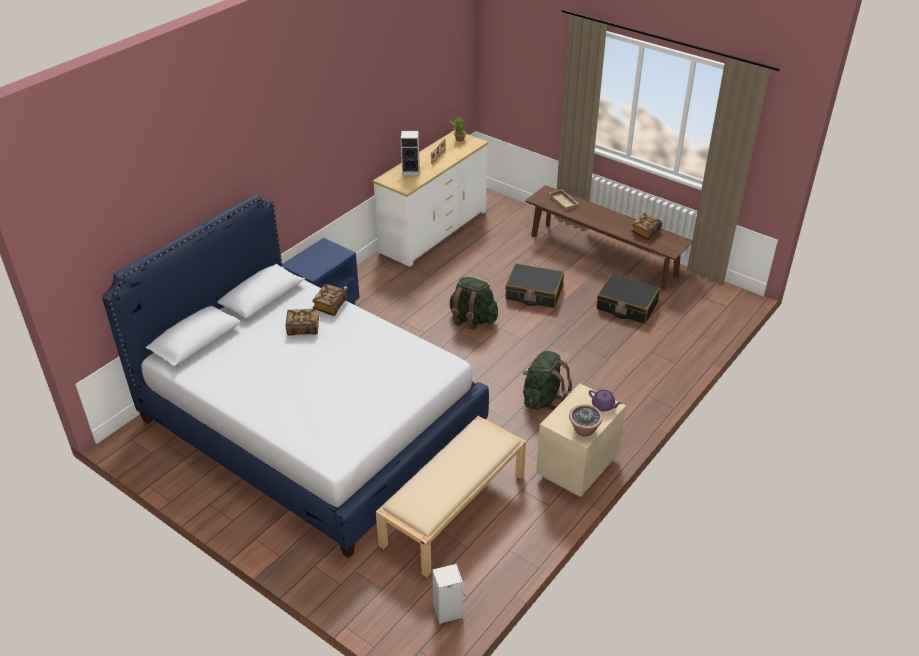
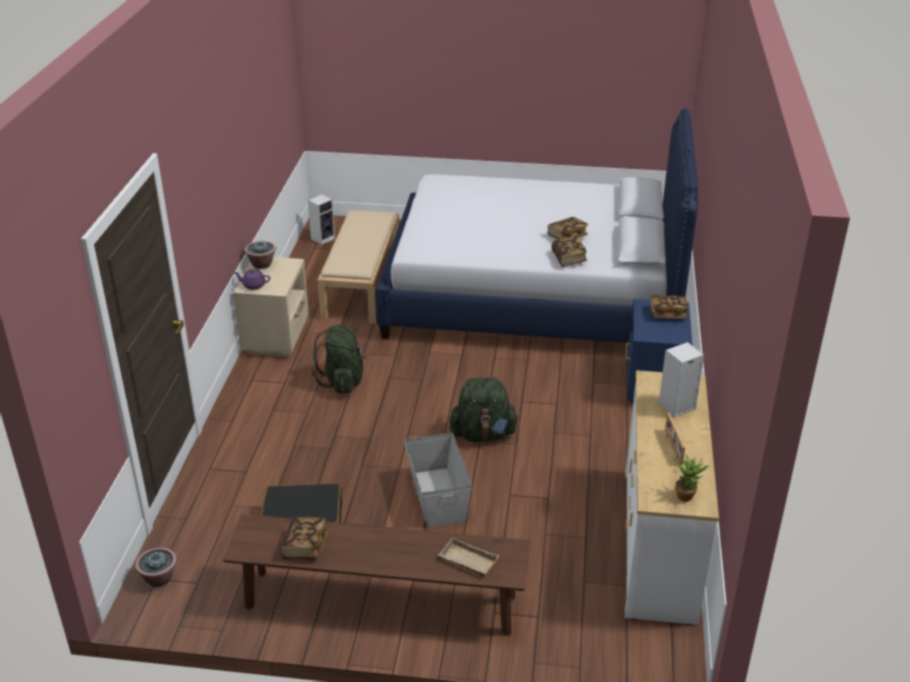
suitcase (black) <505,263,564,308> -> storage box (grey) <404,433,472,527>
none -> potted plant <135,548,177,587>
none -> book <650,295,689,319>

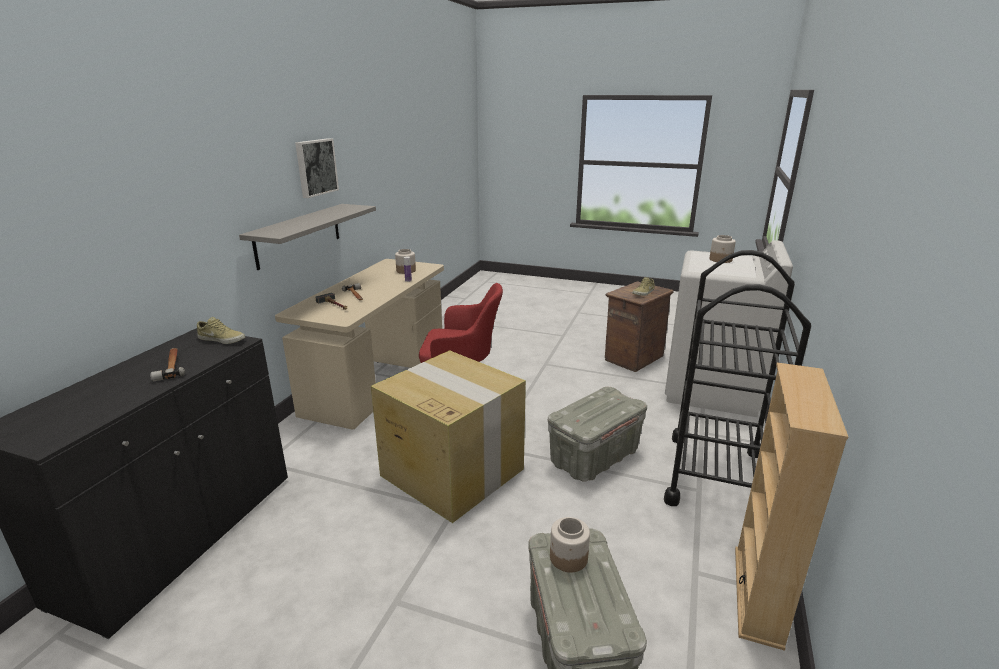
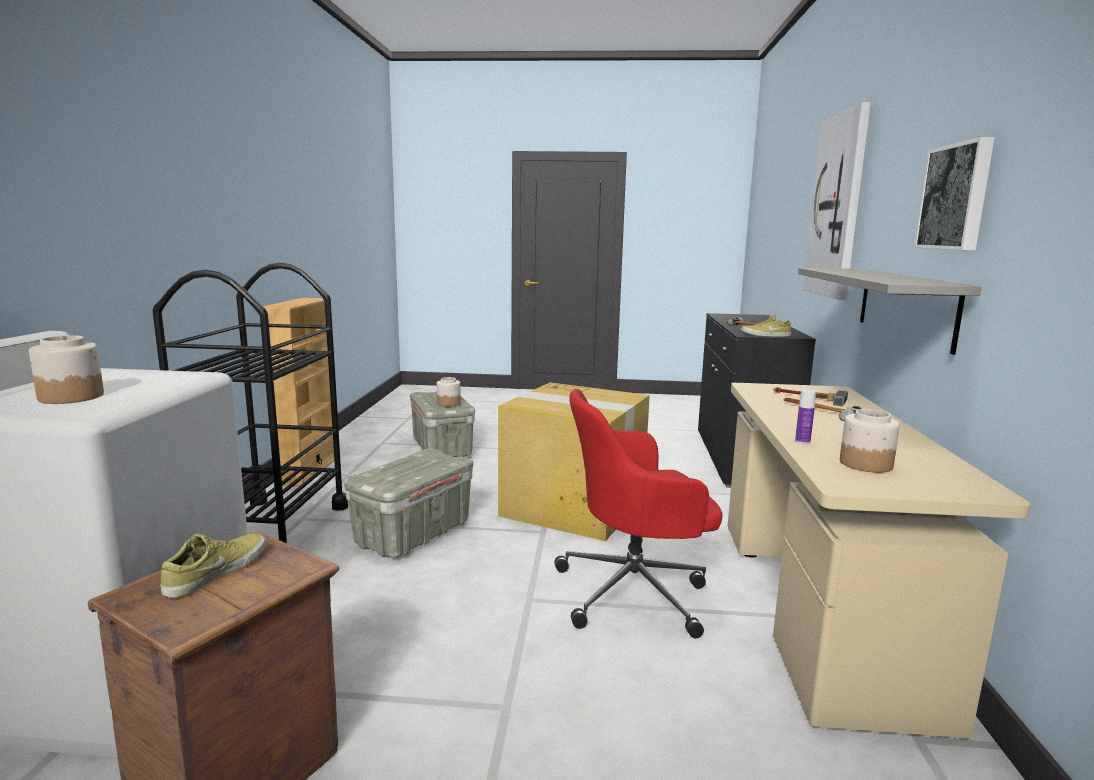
none -> picture <803,102,871,300>

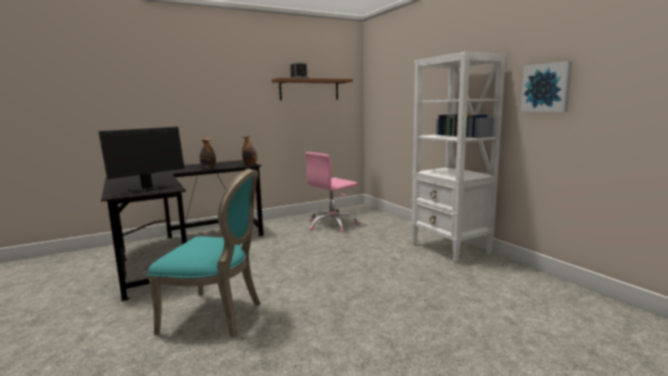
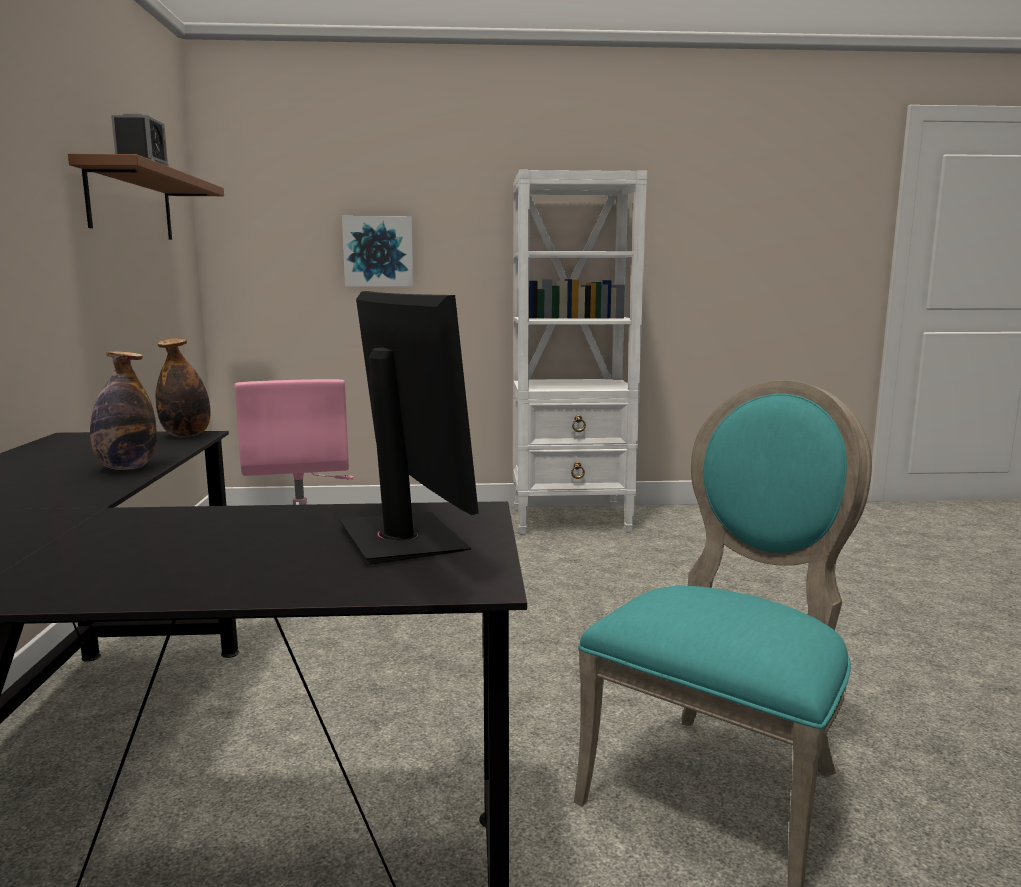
picture <520,61,573,112> -> picture <342,216,414,287>, move

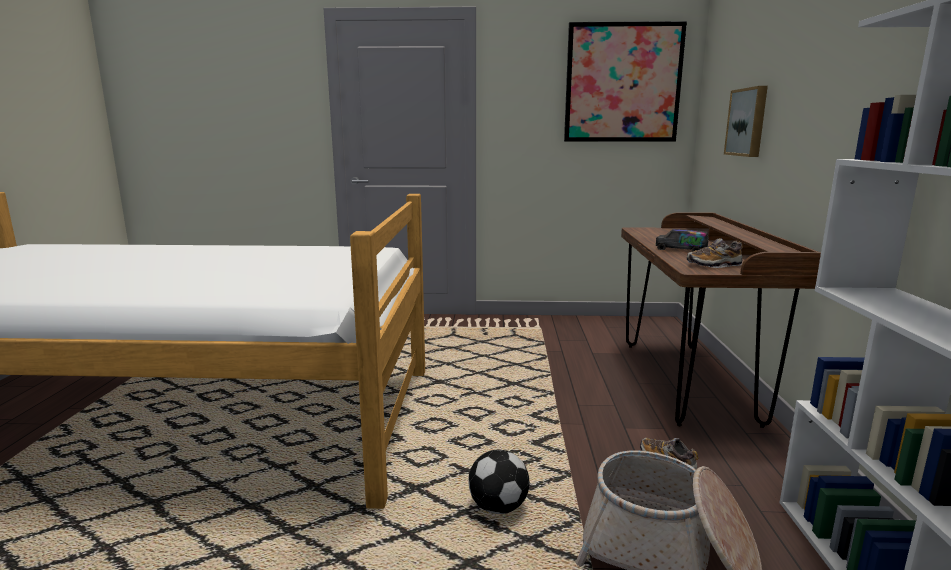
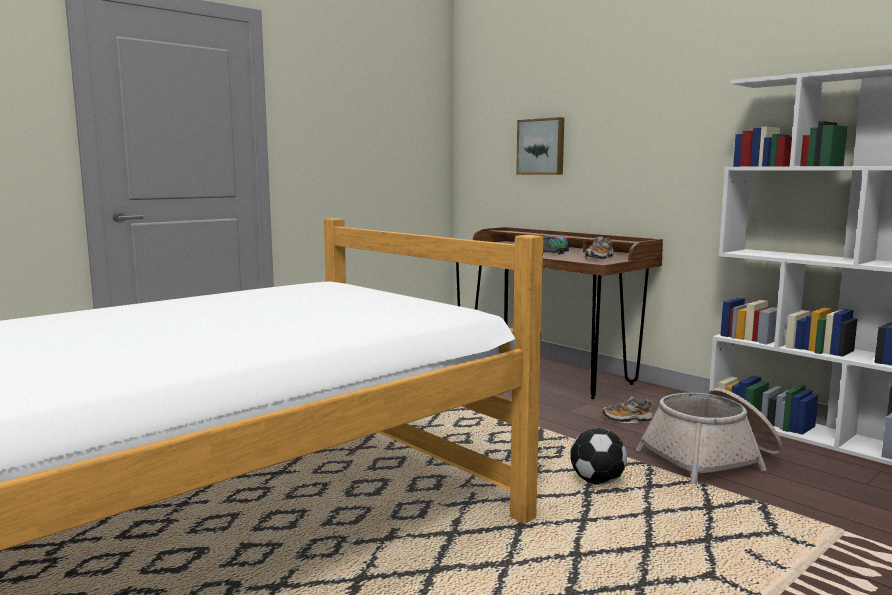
picture <564,21,687,142> -> none

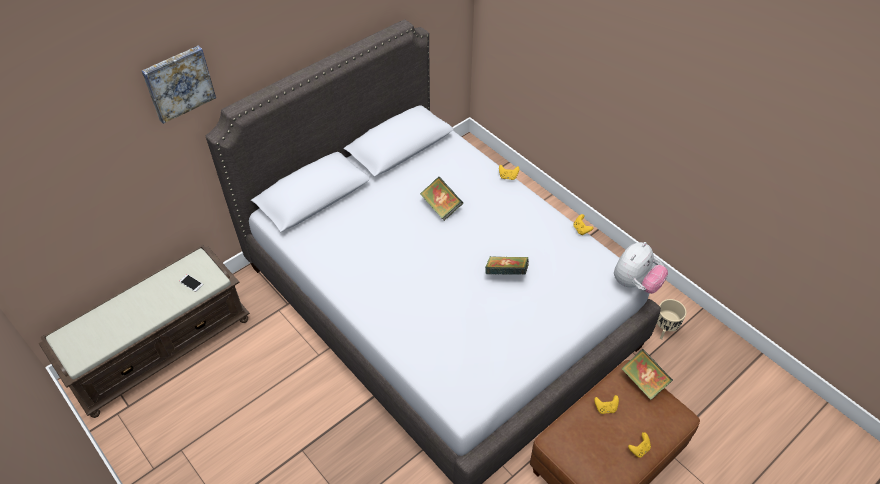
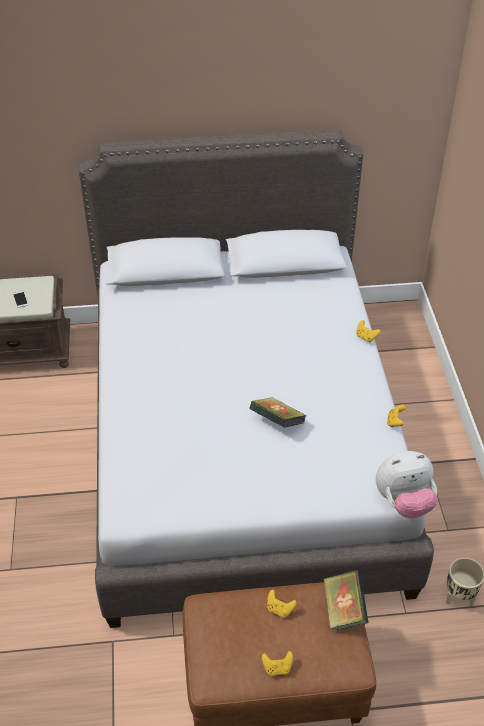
picture <142,45,216,124> -> none
book <420,177,463,221> -> none

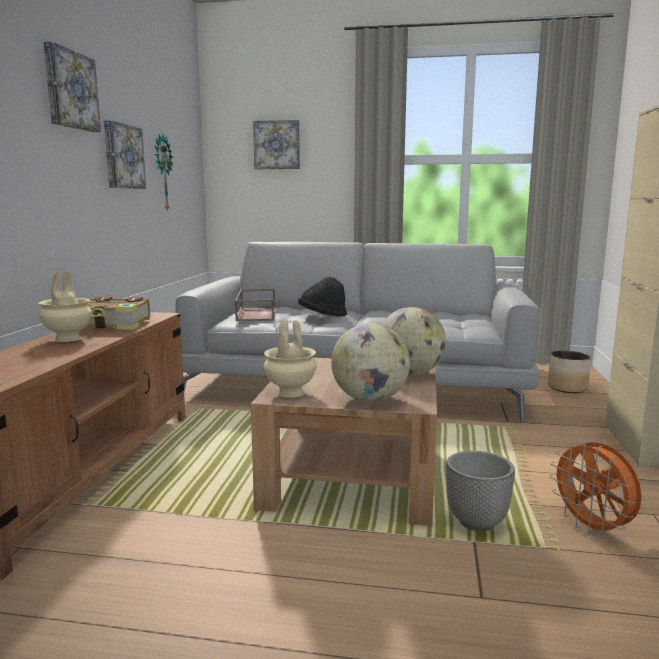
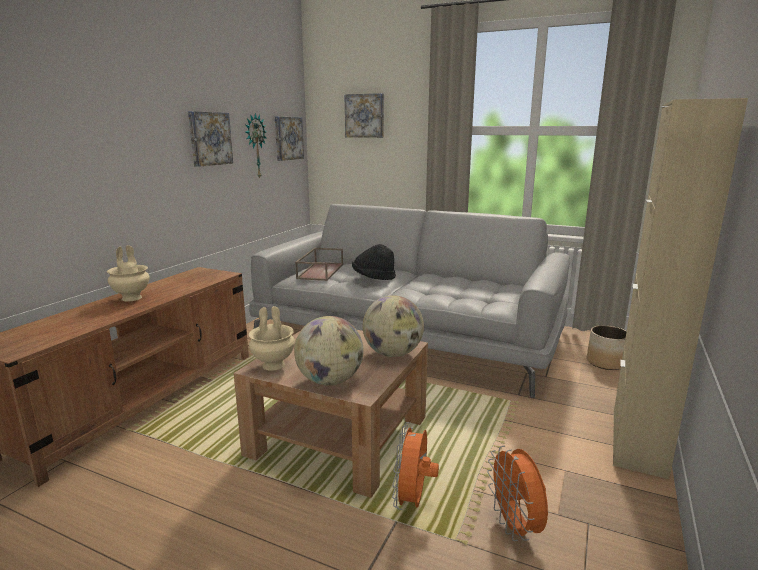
picture <44,41,101,132> -> picture <275,117,304,161>, move
book <83,297,150,330> -> none
planter <446,451,515,531> -> fan (orange) <392,422,439,510>

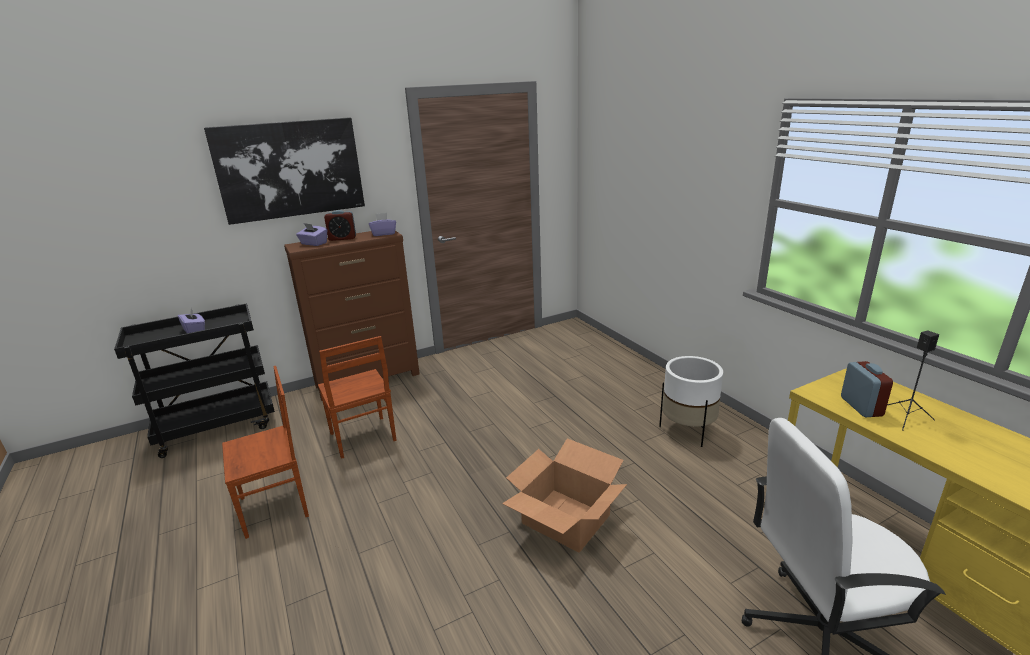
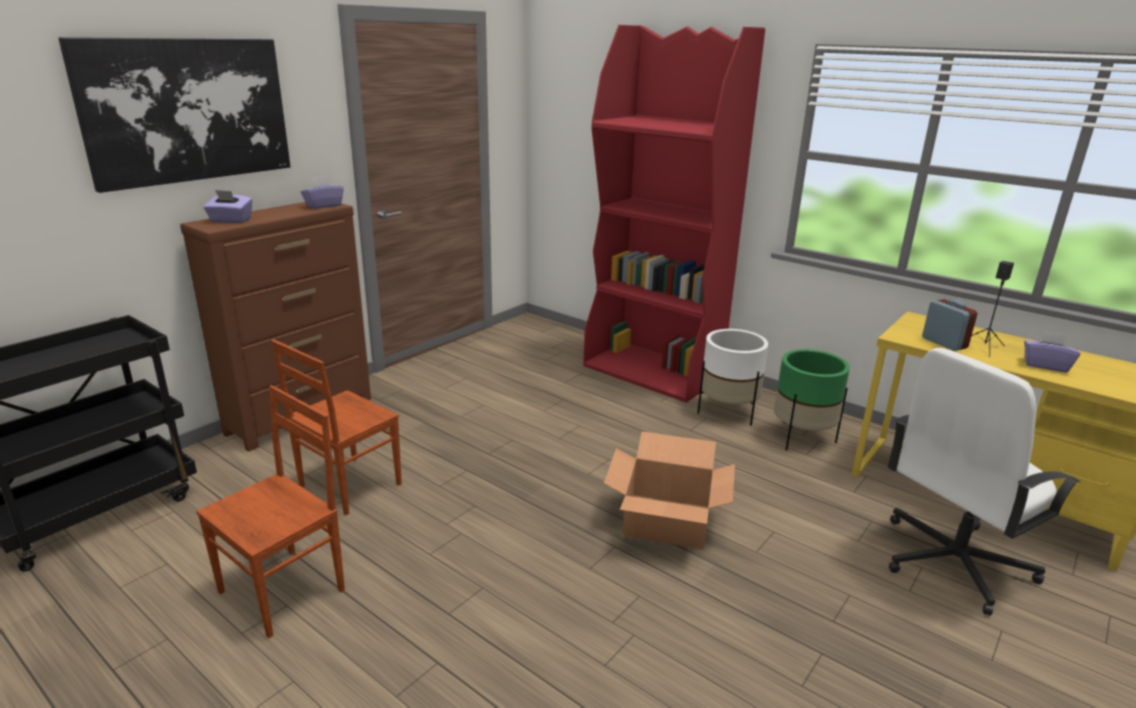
tissue box (purple) <178,308,205,333> -> tissue box (purple) <1024,330,1080,373>, move
chair (brown) <318,336,397,459> -> chair (brown) <271,339,402,515>, 90 degrees clockwise
alarm clock <324,210,356,241> -> none
none -> bookcase (red) <583,25,765,403>
none -> planter (green) <774,349,850,451>

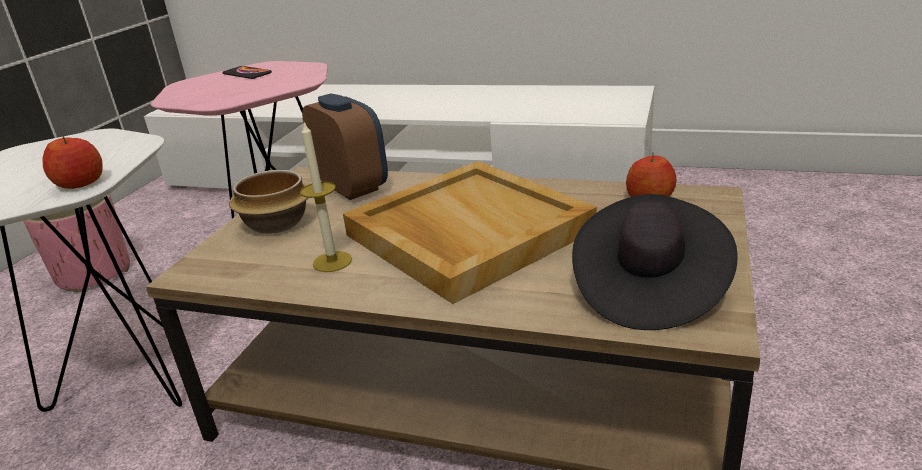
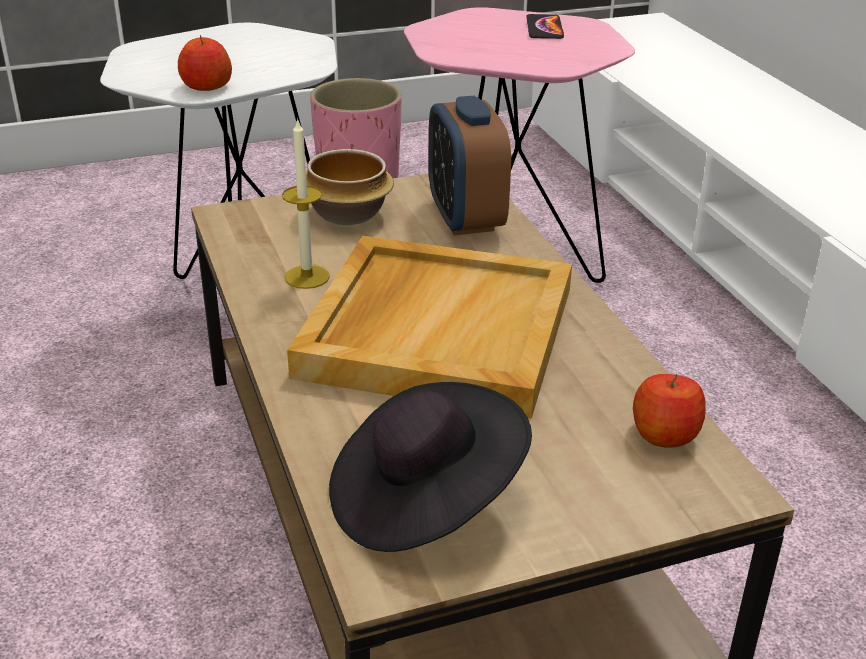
alarm clock <302,93,388,200> -> alarm clock <428,96,511,235>, 150 degrees clockwise

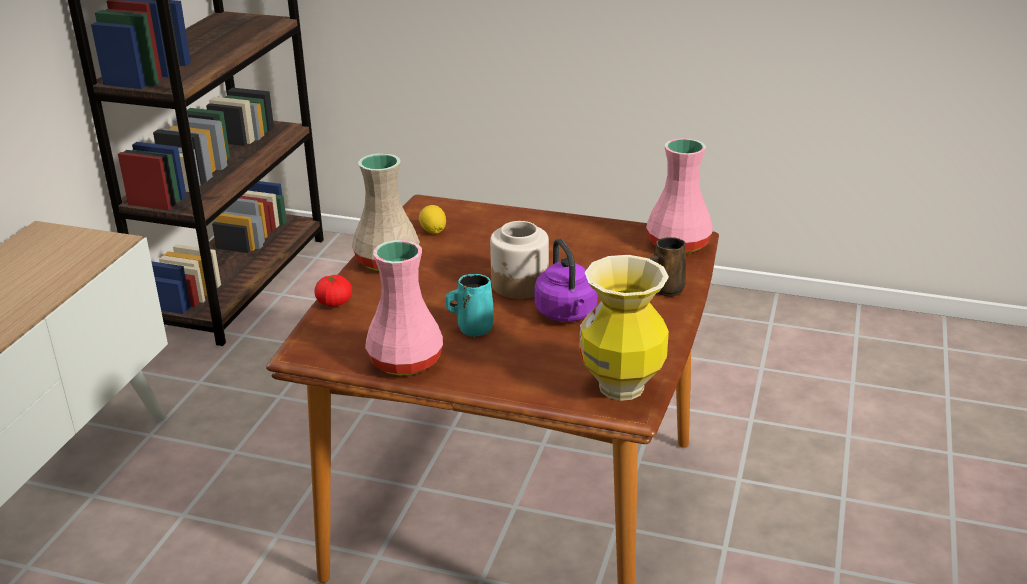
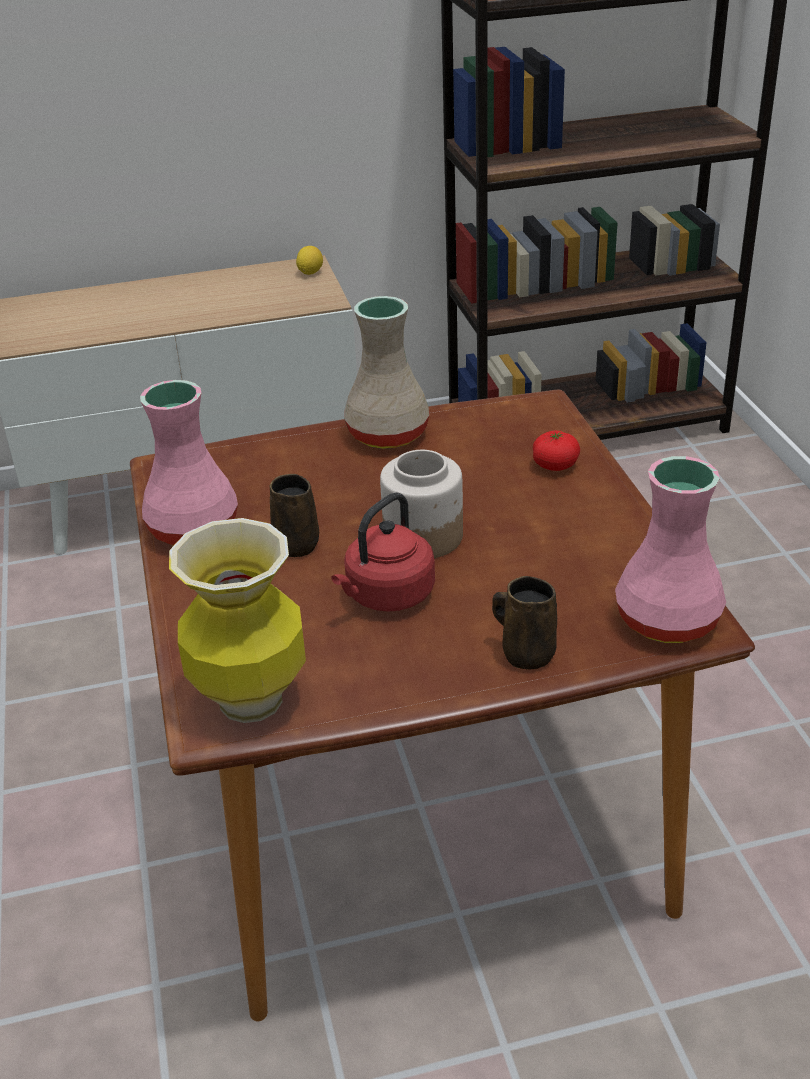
tomato <315,275,352,307> -> tomato <533,430,580,471>, move
lemon <419,205,446,234> -> lemon <296,246,323,275>, move
mug (turquoise) <446,274,494,337> -> mug (brown) <270,474,319,557>
kettle (purple) <535,239,598,322> -> kettle (red) <331,492,435,612>

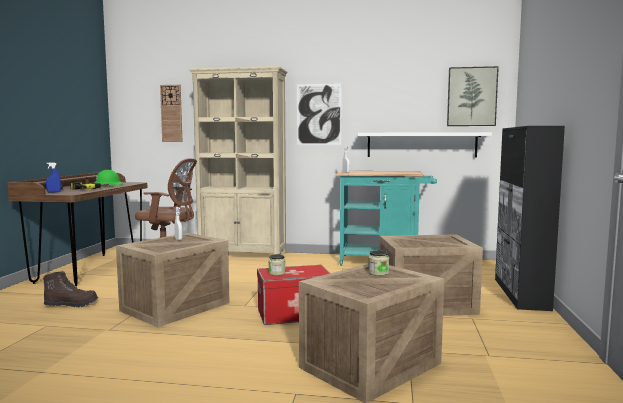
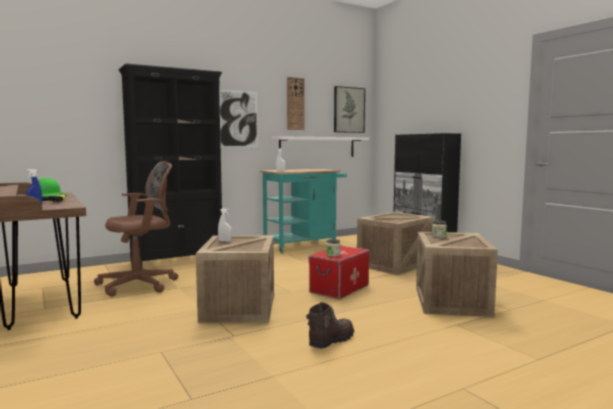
boot (brown) <43,271,98,307> -> boot (brown) <306,302,354,348>, move
wall clock <160,85,182,142> -> wall clock <287,77,304,130>, move
bookcase (beige) <189,66,288,254> -> bookcase (black) <118,63,222,266>

